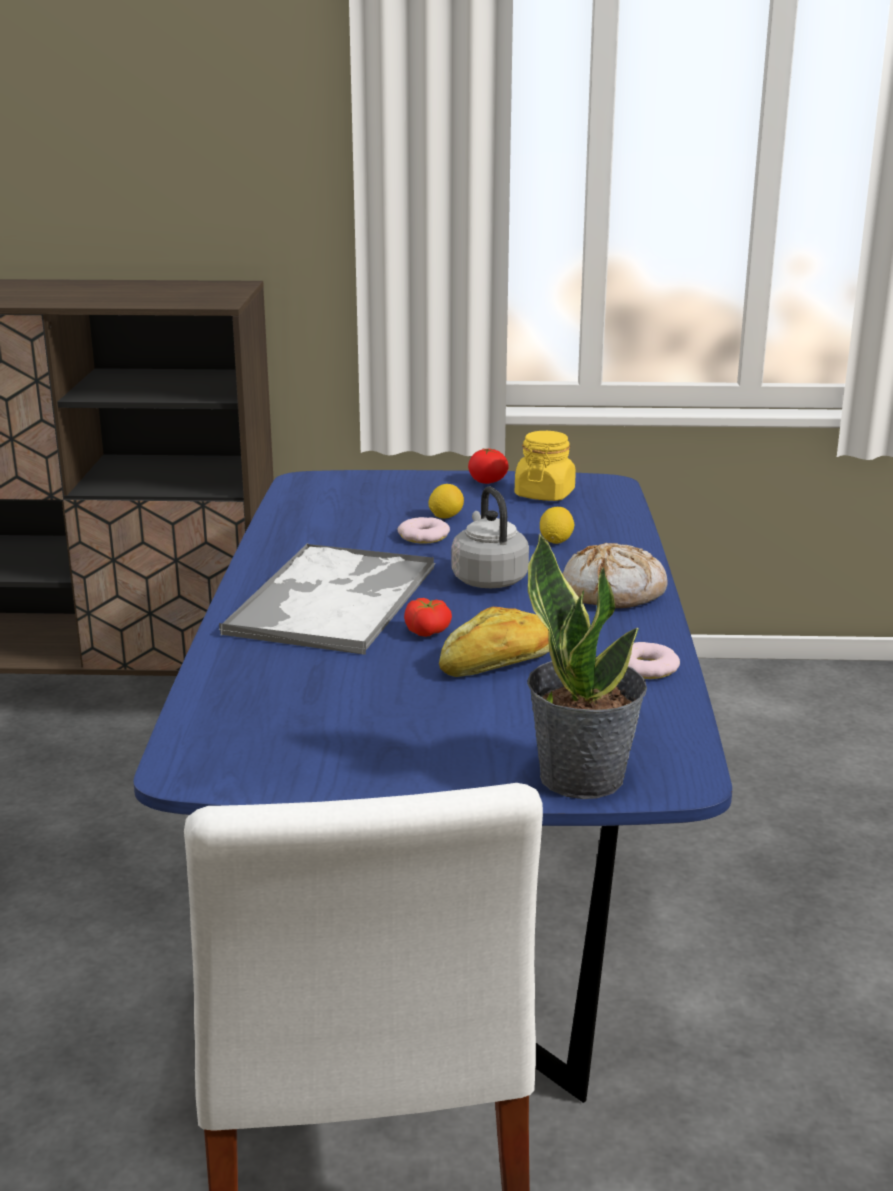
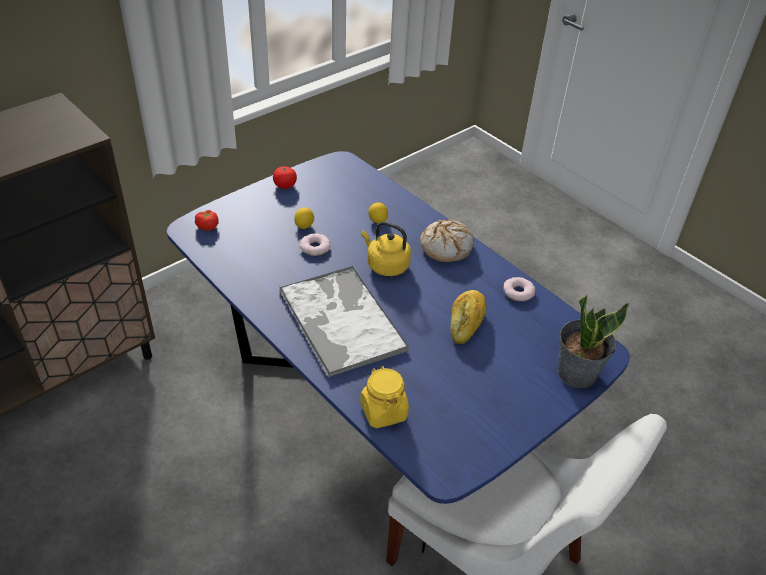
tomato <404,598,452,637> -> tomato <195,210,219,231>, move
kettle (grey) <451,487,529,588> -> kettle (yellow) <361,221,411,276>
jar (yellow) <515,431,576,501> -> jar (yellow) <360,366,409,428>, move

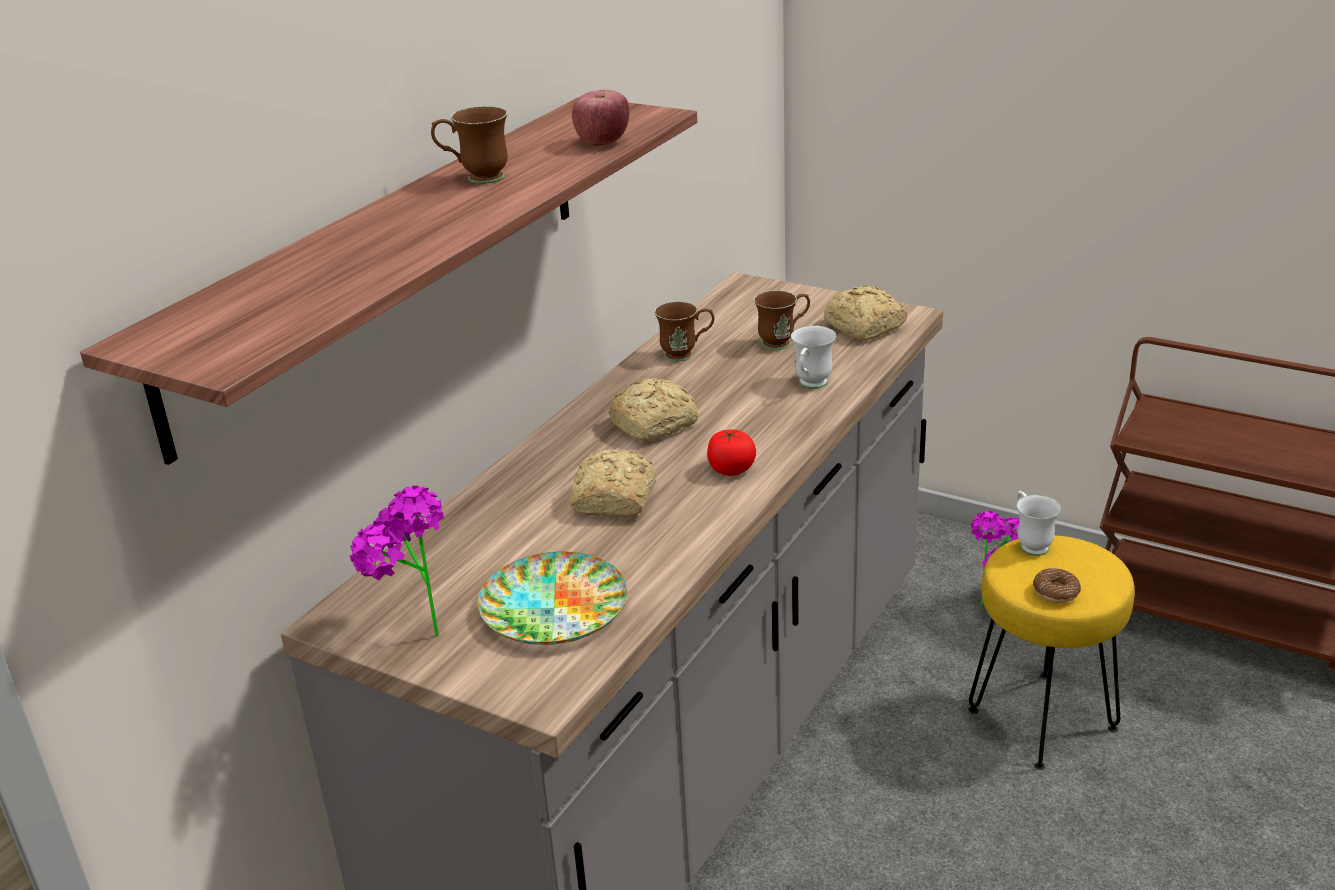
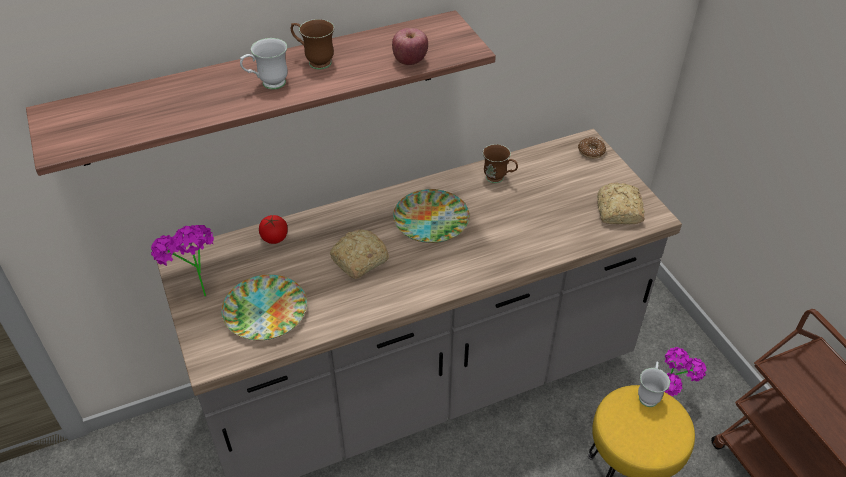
bread <609,378,698,441> -> plate <393,189,469,243>
tomato <707,430,756,476> -> tomato <259,215,288,244>, move
mug (brown) <754,290,810,350> -> none
mug (white) <791,326,836,389> -> mug (white) <240,38,288,89>, move
donut <1033,568,1081,603> -> donut <578,137,606,159>, move

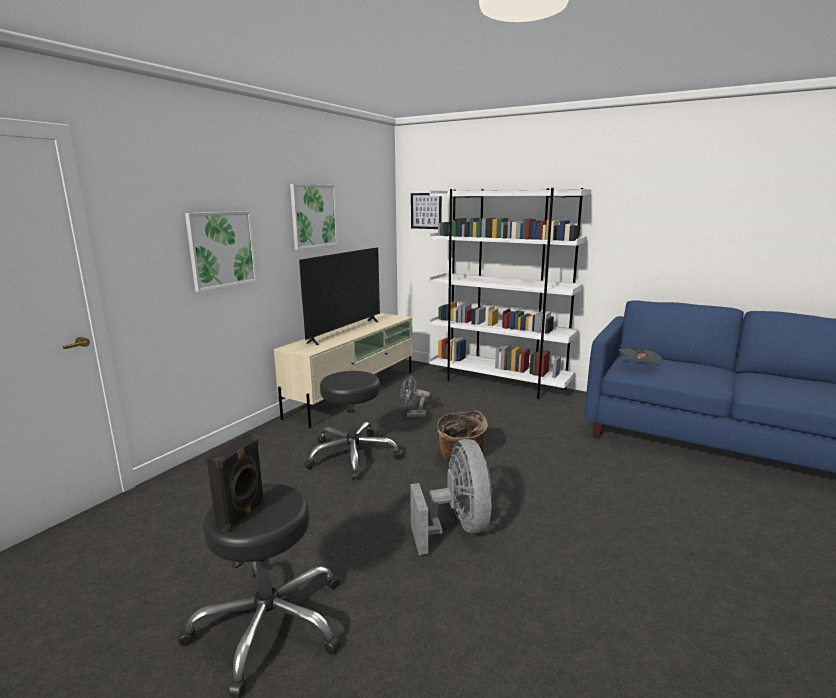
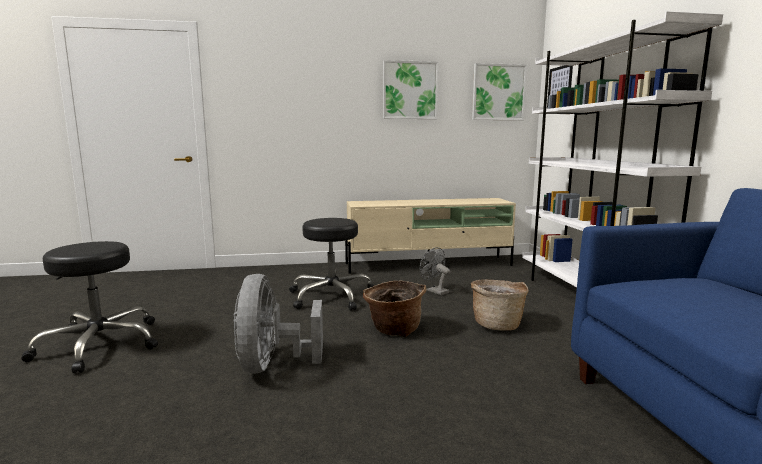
picture <185,211,257,292> -> picture <472,63,527,120>, move
speaker (black) <206,433,265,533> -> none
television <299,247,380,345> -> none
fan (grey) <410,439,493,555> -> fan (grey) <233,274,323,374>, 135 degrees clockwise
newspaper <618,348,663,362> -> none
none -> basket <471,280,529,330>

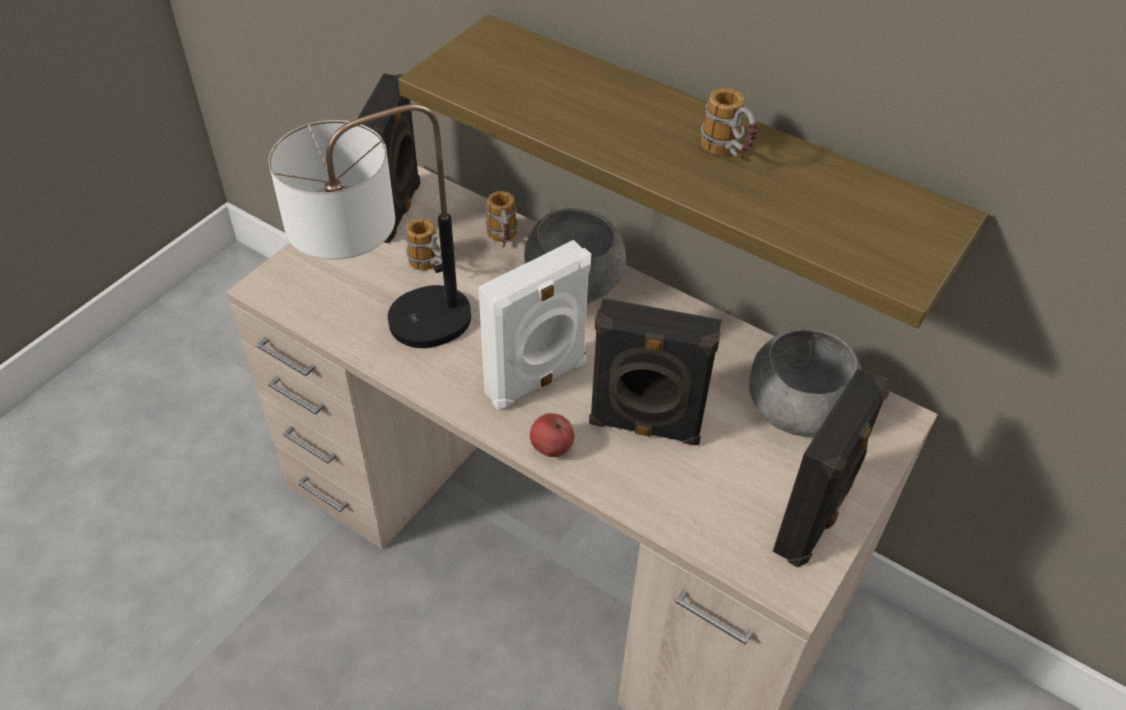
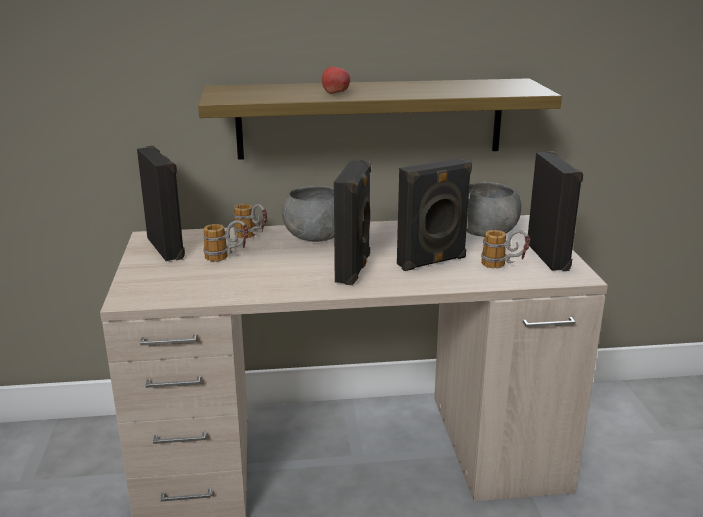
table lamp <269,104,471,348> -> none
speaker (white) <478,240,591,410> -> speaker (black) <334,160,371,285>
apple <530,413,574,457> -> apple <322,66,350,94>, move
mug <701,88,758,158> -> mug <481,230,530,268>, move

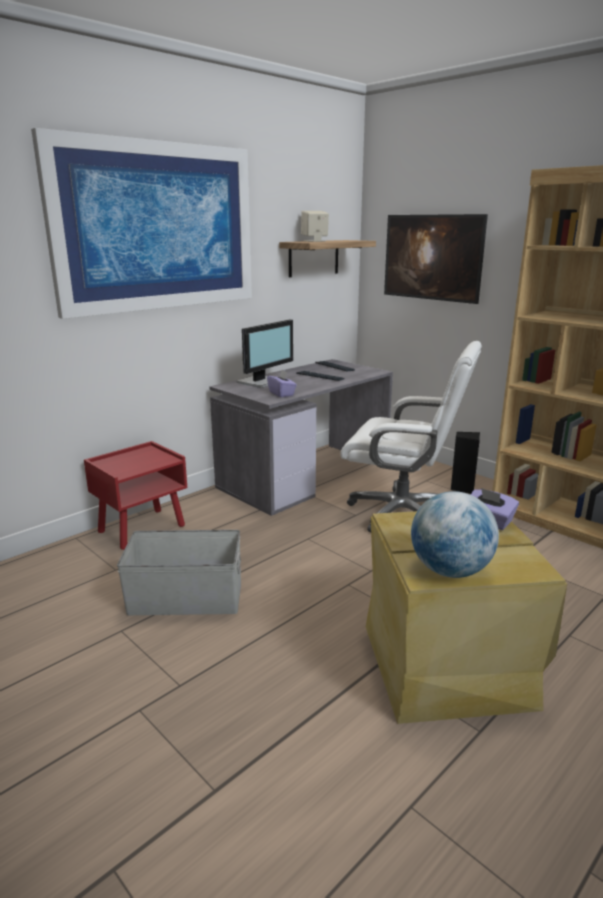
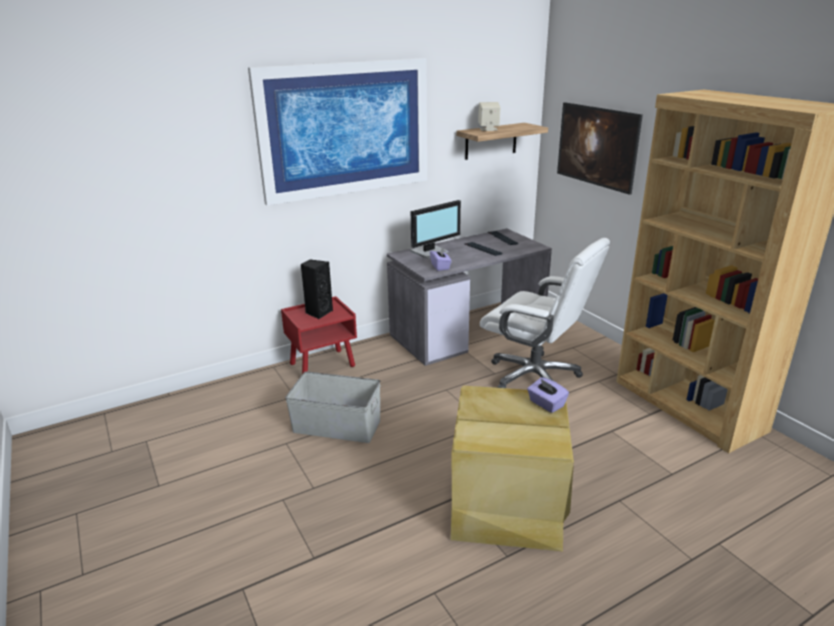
globe <411,491,499,578> -> none
speaker (black) <451,432,480,494> -> speaker (black) <301,259,333,319>, move

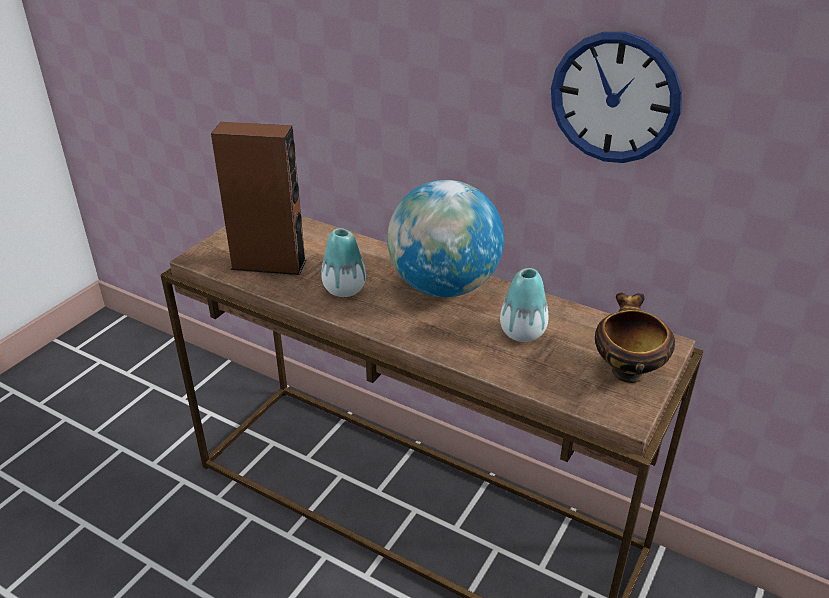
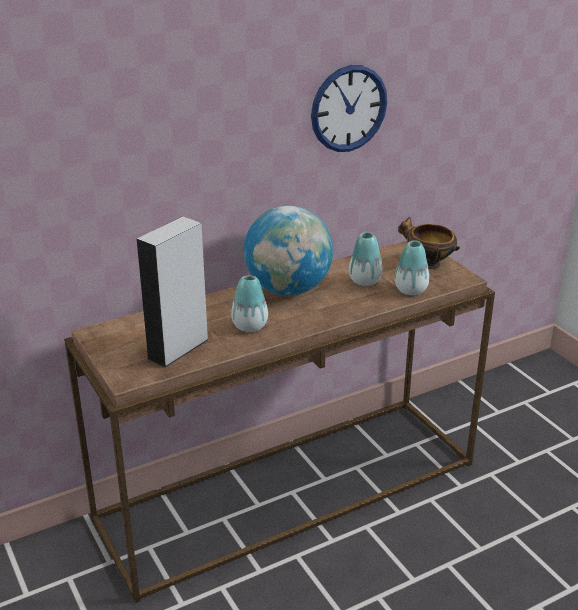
speaker (brown) <211,122,306,275> -> speaker (grey) <137,216,209,367>
none -> vase <395,240,429,295>

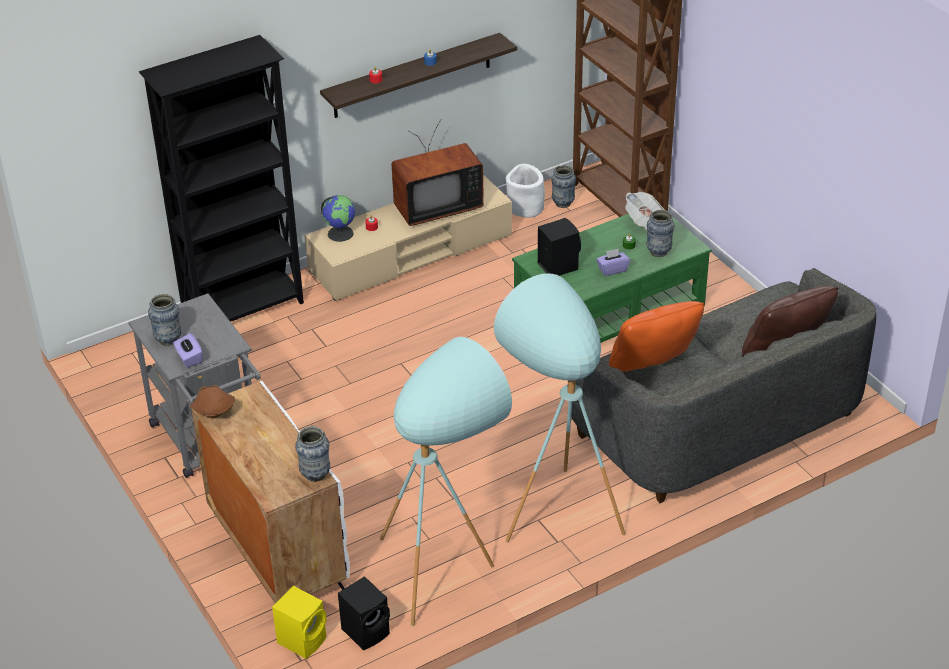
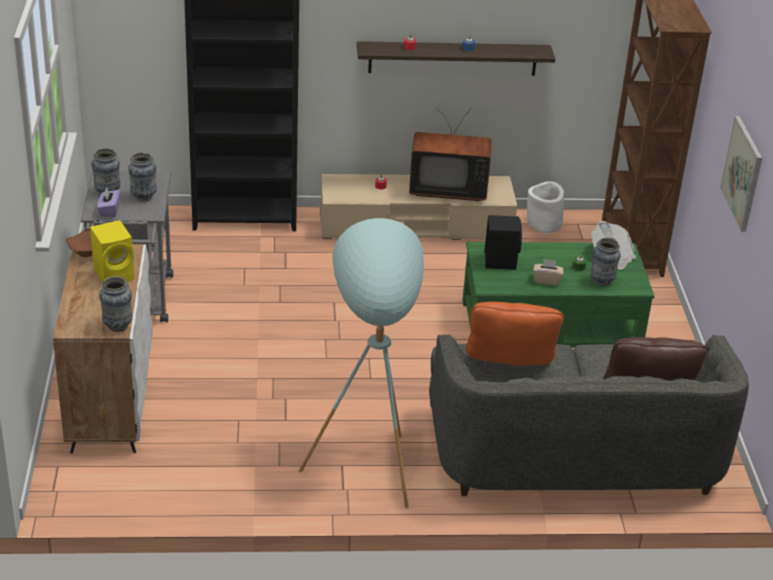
speaker (yellow) <272,586,327,659> -> speaker (yellow) <90,220,134,283>, move
globe <321,195,355,242> -> none
speaker (black) <338,576,390,650> -> none
floor lamp (turquoise) <380,337,512,626> -> none
vase <551,165,576,208> -> vase <128,152,157,201>, move
tissue box (purple) <596,248,630,276> -> tissue box (beige) <533,259,563,286>
none -> picture <720,116,762,232>

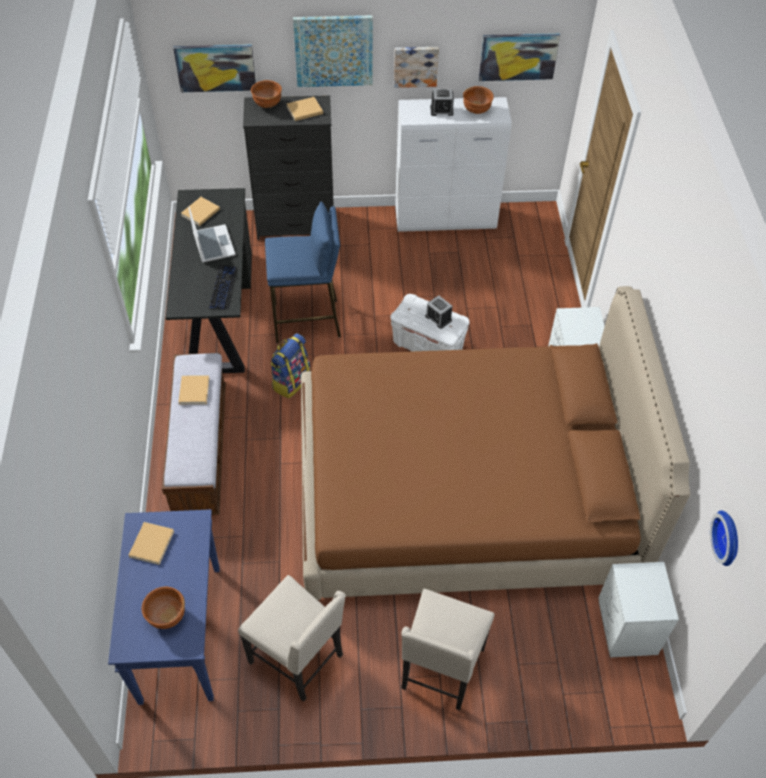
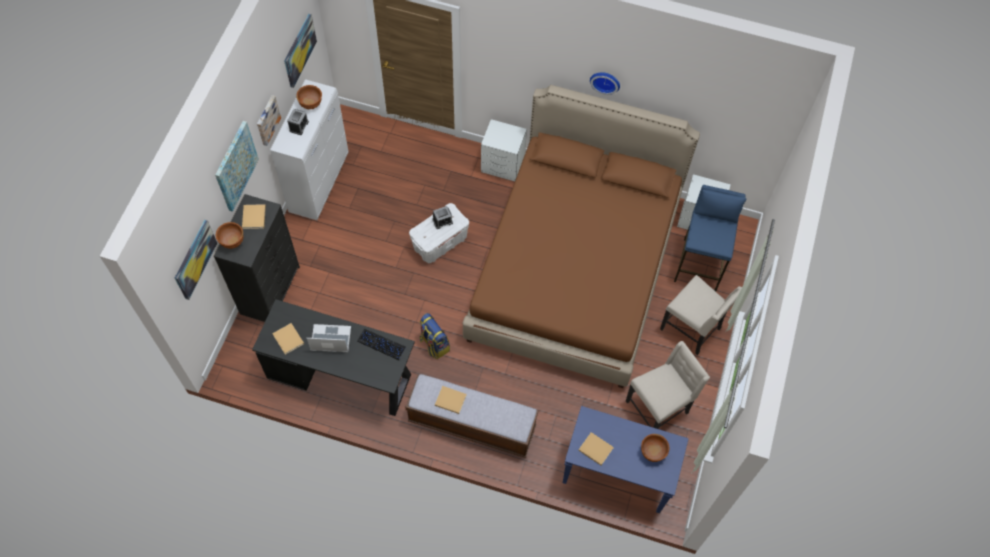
stool (blue) <265,202,341,343> -> stool (blue) <674,185,747,291>, move
wall clock <710,510,738,566> -> wall clock <590,72,620,95>, move

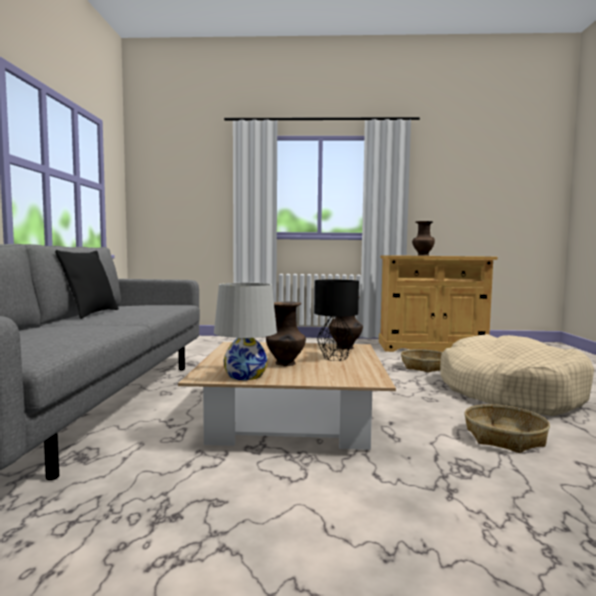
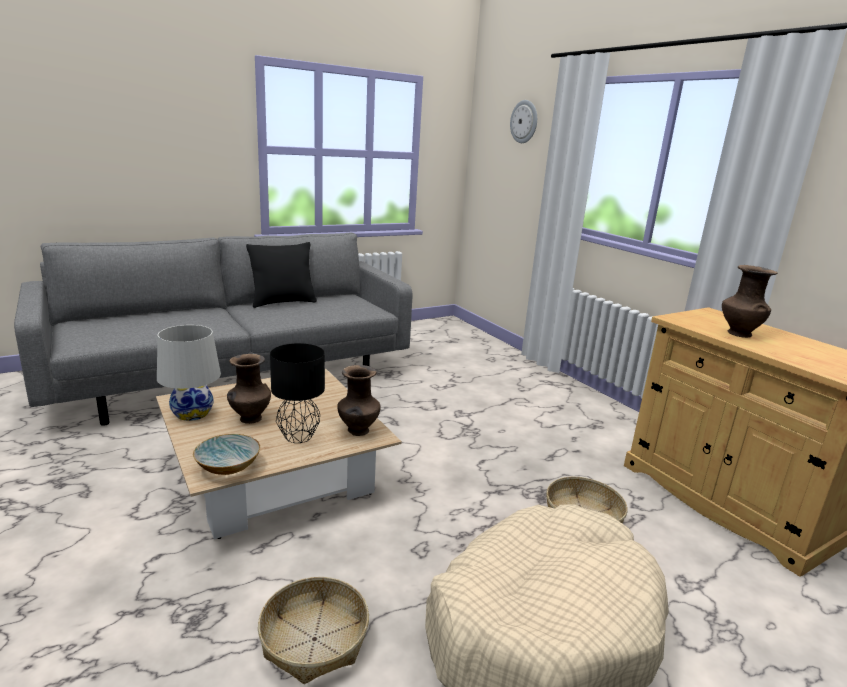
none -> bowl <193,434,260,475>
none -> wall clock <510,100,537,143>

